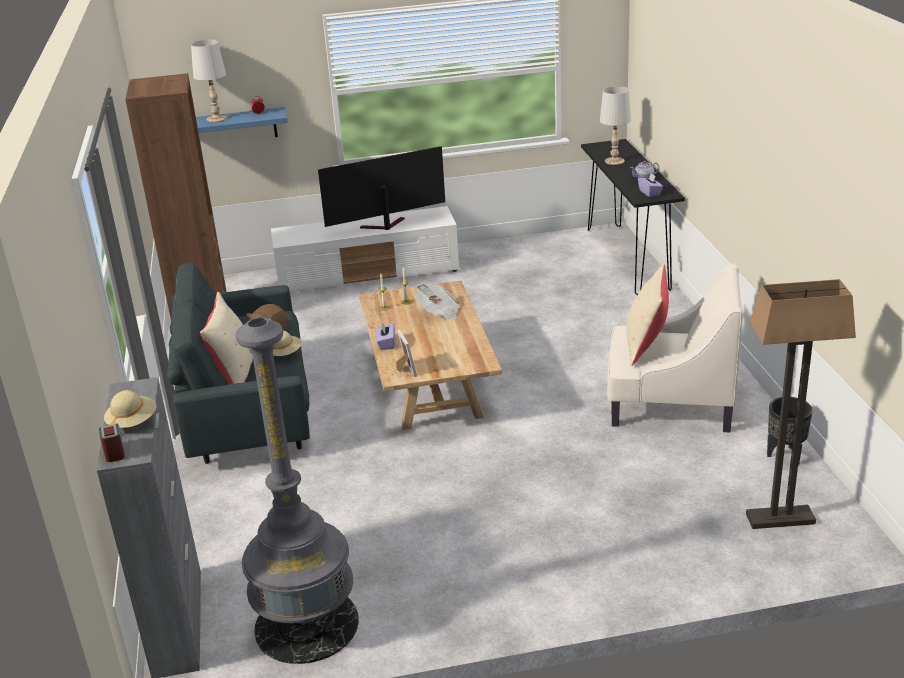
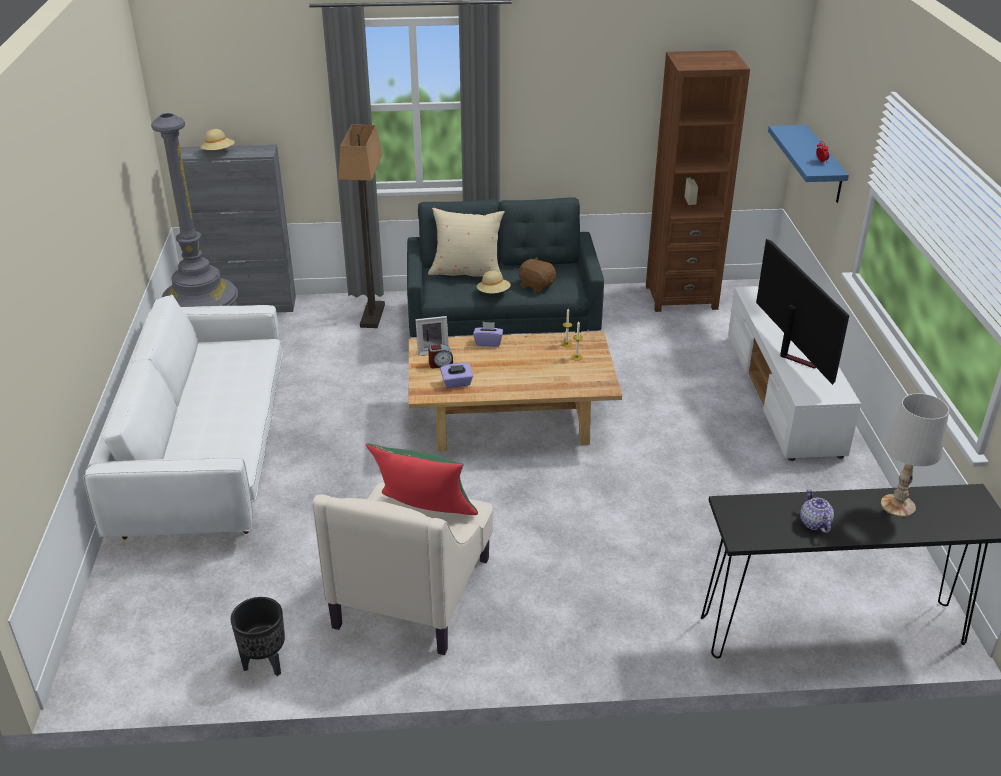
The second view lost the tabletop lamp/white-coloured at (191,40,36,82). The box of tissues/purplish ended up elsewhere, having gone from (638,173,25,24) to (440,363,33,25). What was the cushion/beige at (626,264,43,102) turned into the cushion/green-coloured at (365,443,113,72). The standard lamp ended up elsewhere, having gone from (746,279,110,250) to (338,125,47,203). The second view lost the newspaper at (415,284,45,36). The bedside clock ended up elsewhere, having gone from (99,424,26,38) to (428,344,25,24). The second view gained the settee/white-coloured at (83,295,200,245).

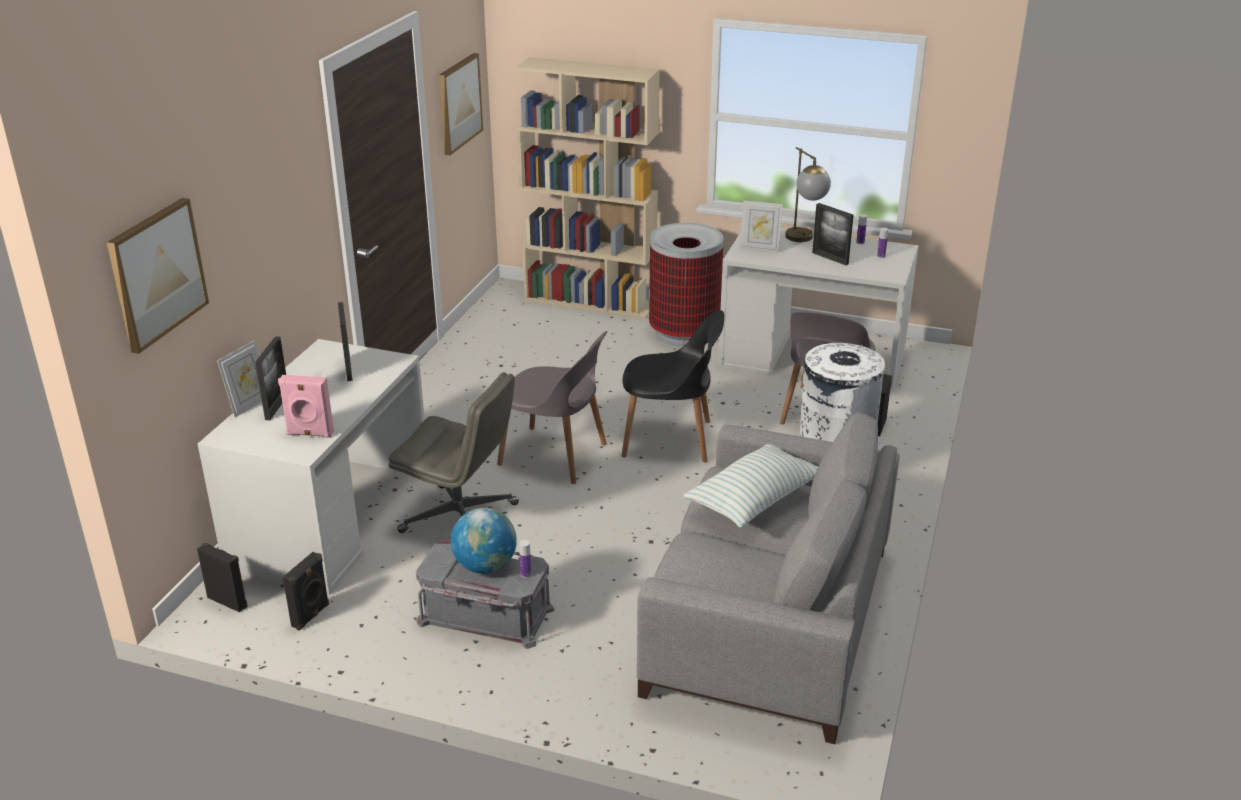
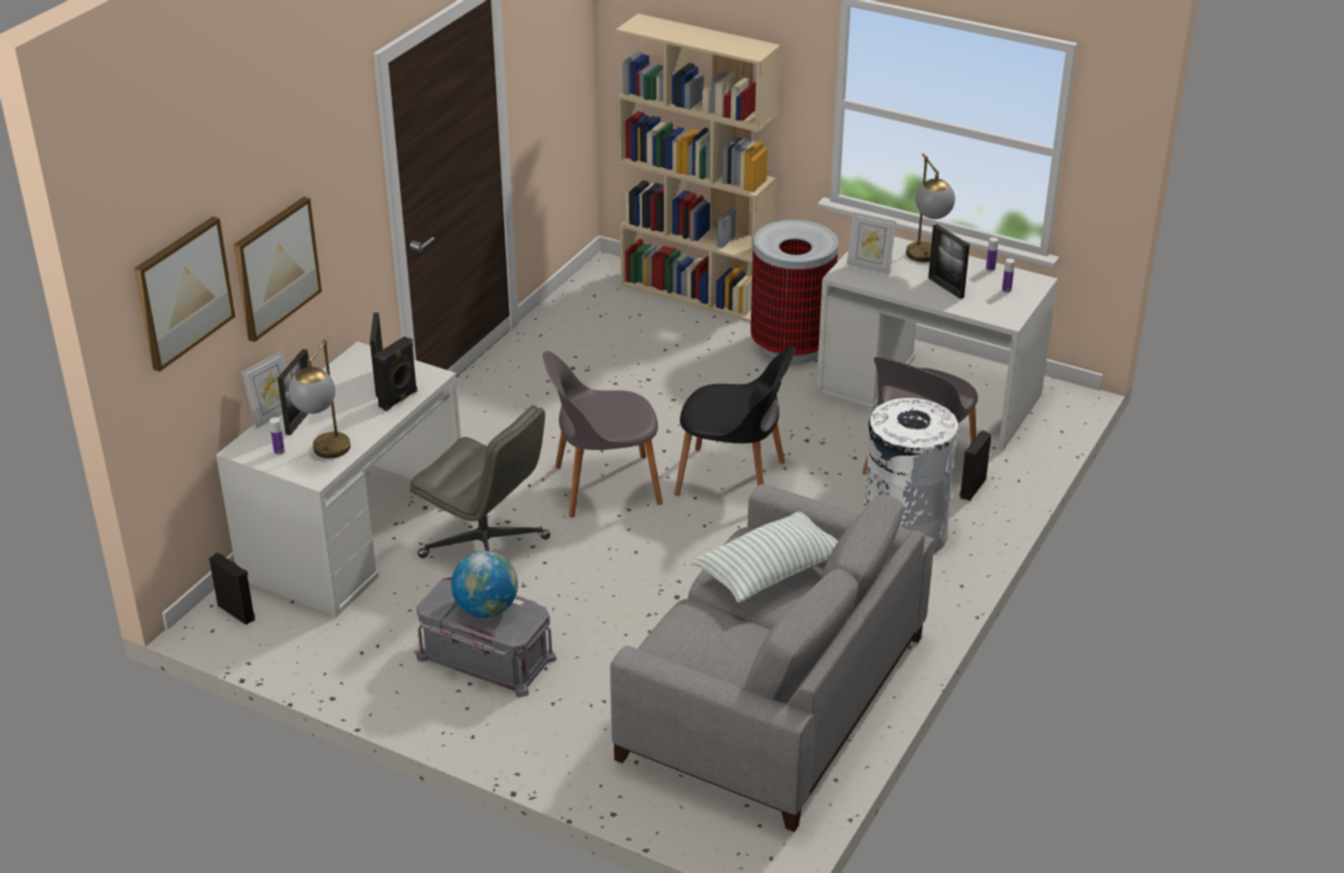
The picture ended up elsewhere, having gone from (439,53,44,102) to (234,197,88,145). The plain chair/greyish at (497,331,111,153) ended up facing another way, 135 degrees clockwise from before. Where the speaker/pink-coloured stood at (278,375,56,63), the tabletop lamp came to stand at (289,336,61,122). The bottle ended up elsewhere, having gone from (519,540,12,38) to (269,417,16,38). The speaker/blackish ended up elsewhere, having gone from (283,552,46,79) to (373,336,44,75).

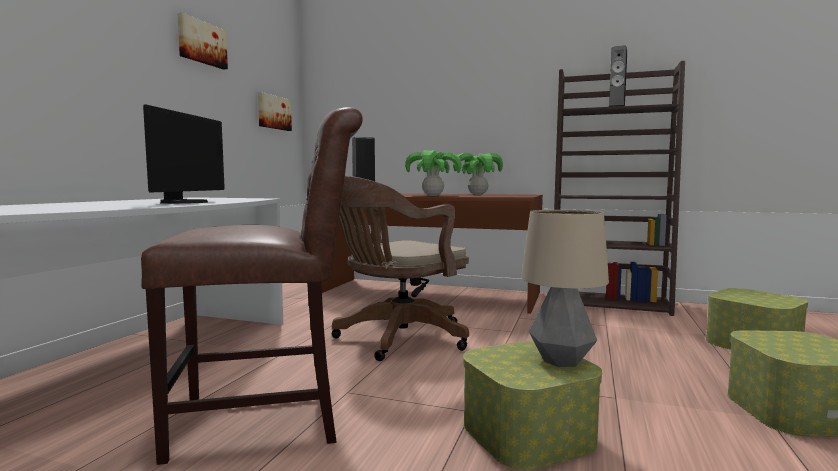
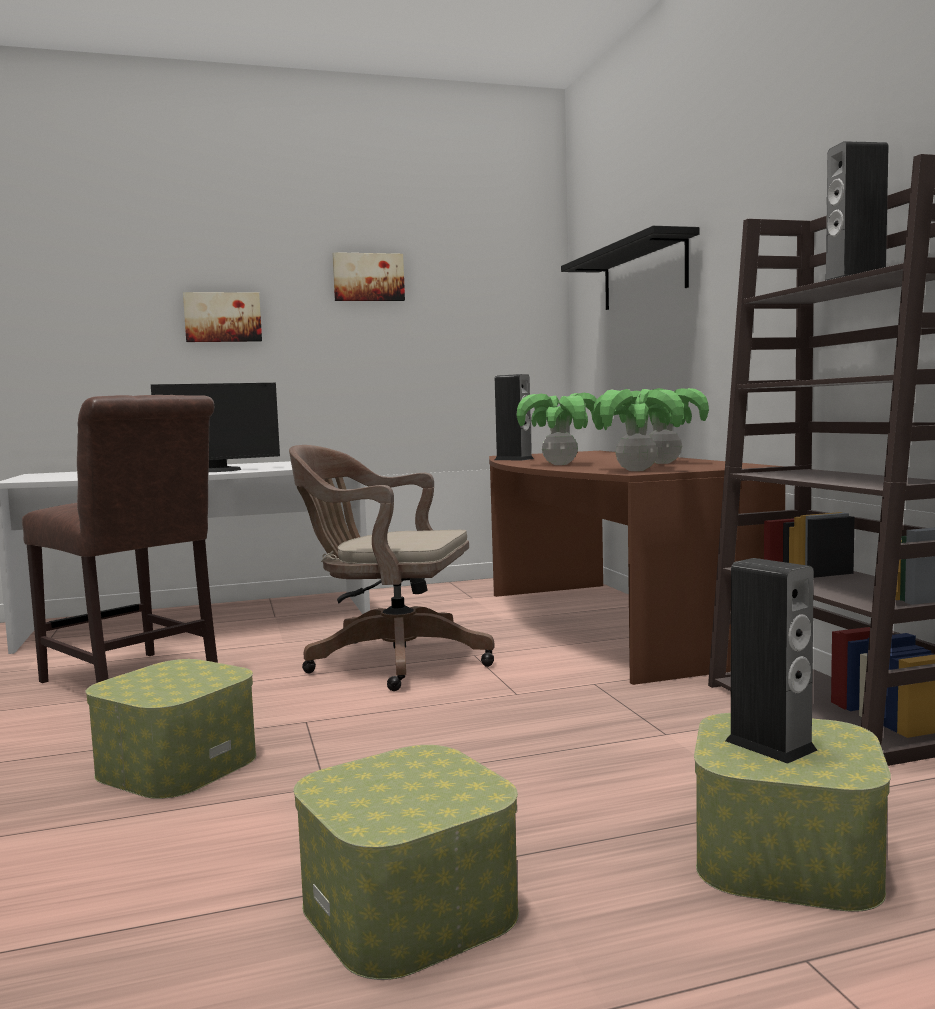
The picture ended up elsewhere, having gone from (258,92,34,39) to (183,292,79,50). The second view lost the tabletop lamp at (521,210,88,157). The second view gained the bracket shelf/blackish at (561,226,139,84). The second view gained the potted plant at (593,388,91,83). The second view gained the speaker at (725,558,93,206).

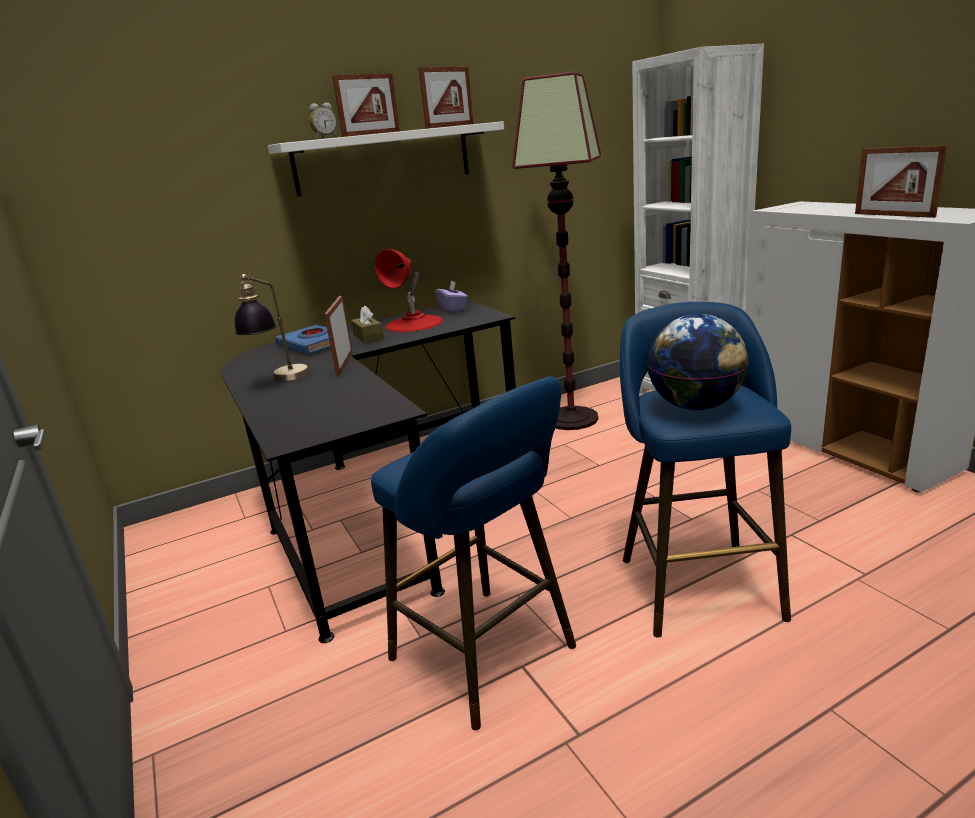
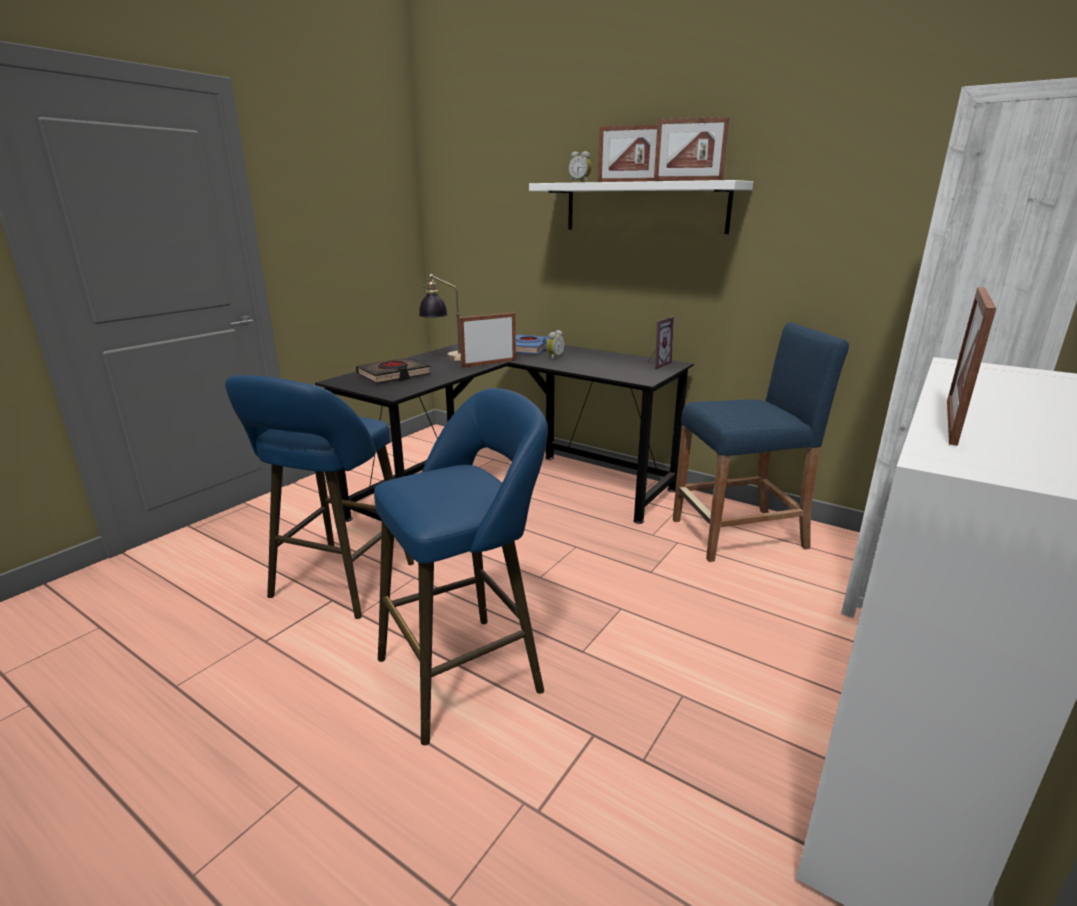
Where the standard lamp stood at (512,72,89,358), the stool/blue-coloured came to stand at (673,322,176,240). The second view lost the tabletop lamp/reddish at (375,249,68,83). Where the box of tissues/purplish stood at (435,280,33,33), the standing frame came to stand at (648,317,26,52). Where the box of tissues/brownish stood at (351,305,33,38), the bedside clock came to stand at (546,330,19,30). The second view lost the desk globe at (647,314,102,96). The second view gained the volume/blackish at (356,357,75,27).

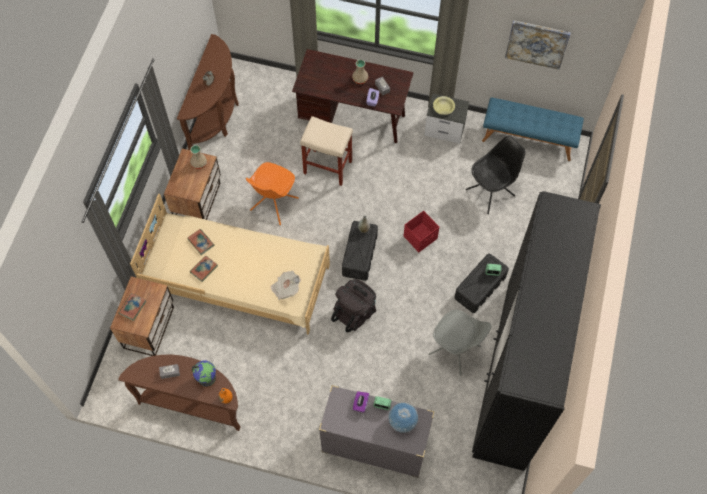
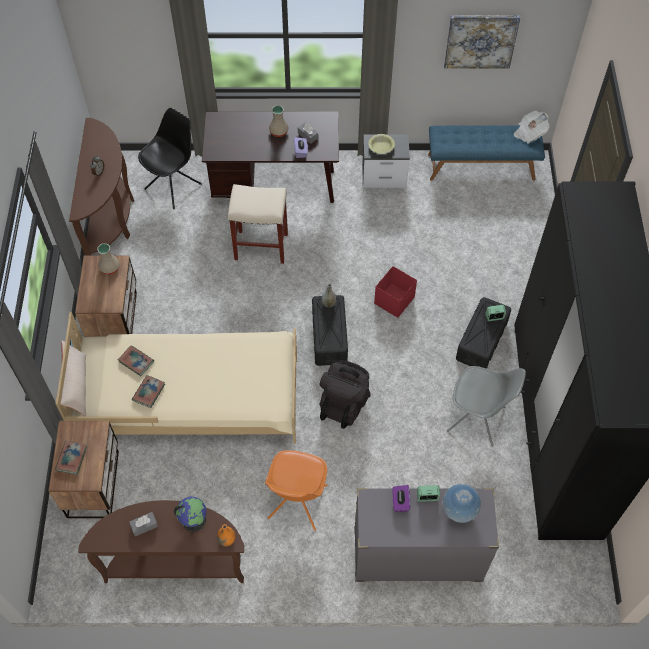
The plain chair/blackish ended up elsewhere, having gone from (466,135,60,79) to (138,108,64,101). The plain chair/orange-coloured ended up elsewhere, having gone from (246,162,53,63) to (265,450,63,80). The newspaper ended up elsewhere, having gone from (271,271,30,29) to (514,111,35,33). The second view gained the cushion/beige at (60,340,26,77).

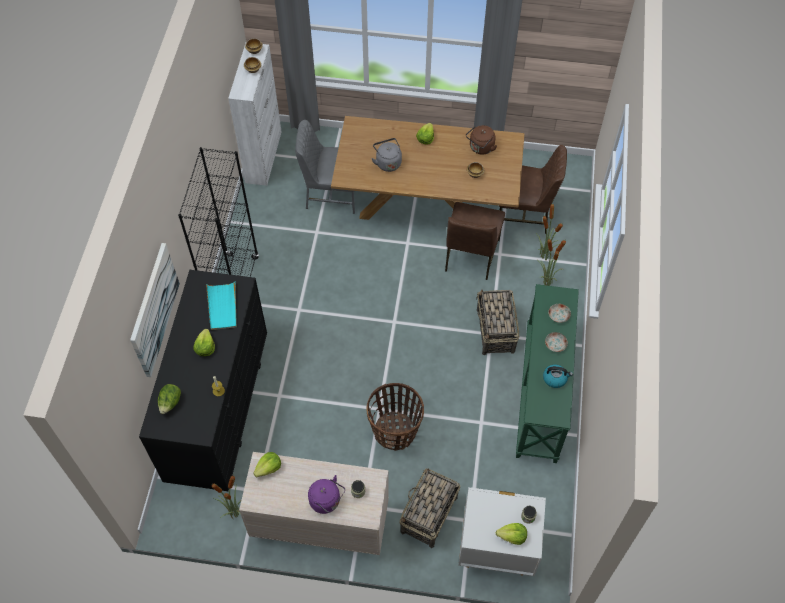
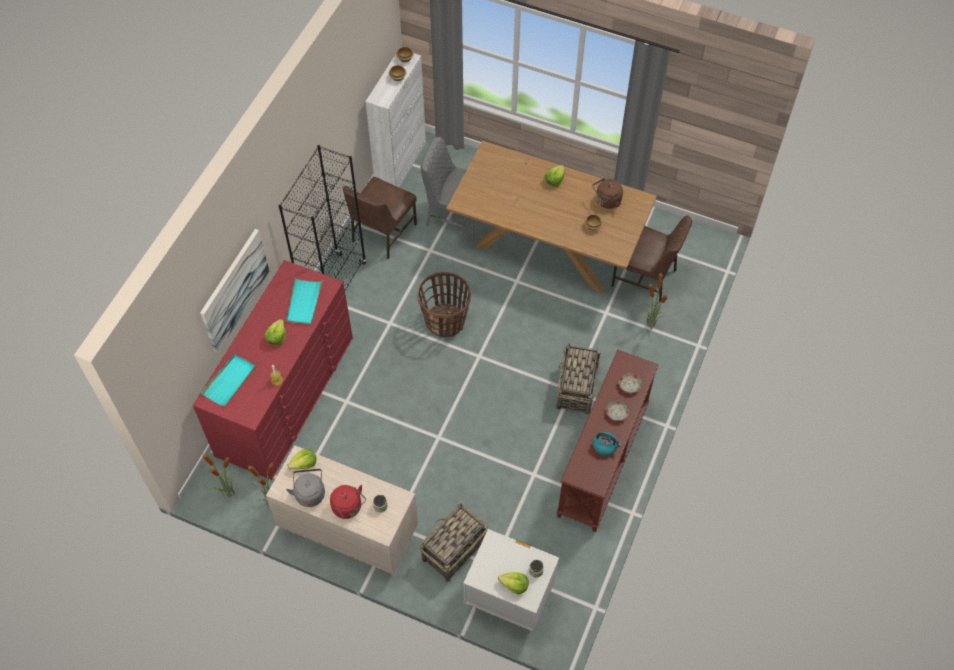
The kettle/greyish ended up elsewhere, having gone from (372,138,30,34) to (286,469,39,38). The plain chair/brownish ended up elsewhere, having gone from (445,202,60,78) to (343,177,74,82). The potted plant ended up elsewhere, having gone from (539,238,28,48) to (203,454,35,43). What was the chest of drawers/blackish at (139,270,128,221) turned into the chest of drawers/reddish at (193,260,160,220). What was the console table/green-coloured at (516,284,63,179) turned into the console table/brownish at (556,350,103,182). The basket ended up elsewhere, having gone from (366,383,58,68) to (417,271,54,67). Where the lettuce head stood at (158,384,23,30), the tray/turquoise-coloured came to stand at (201,354,55,52). What was the kettle/purplish at (308,475,37,39) turned into the kettle/reddish at (330,485,36,34).

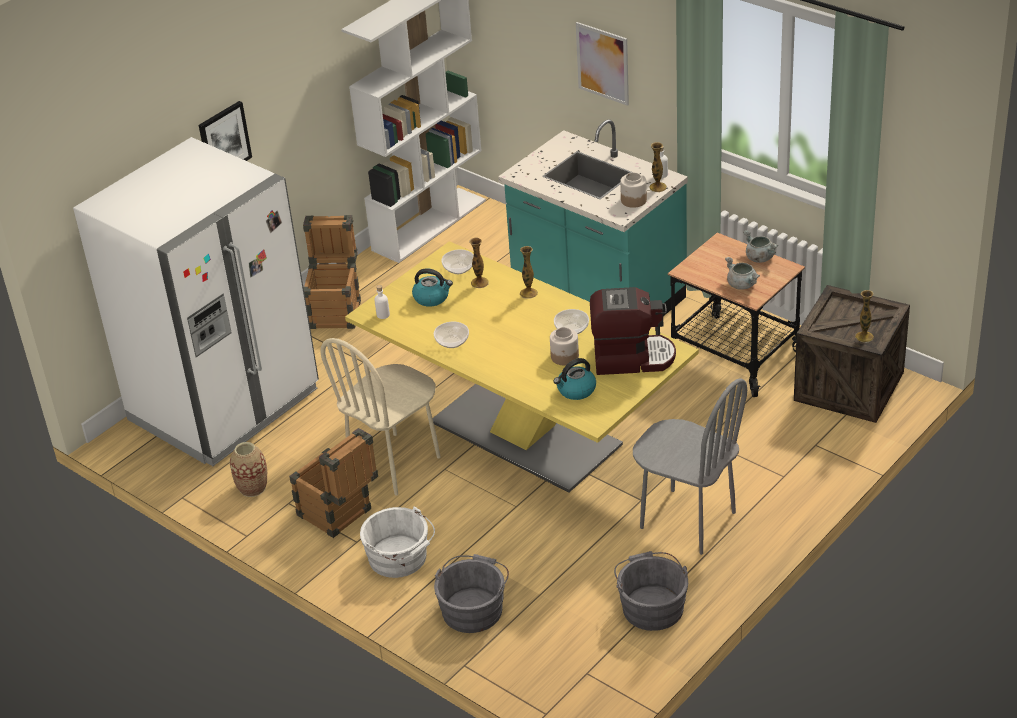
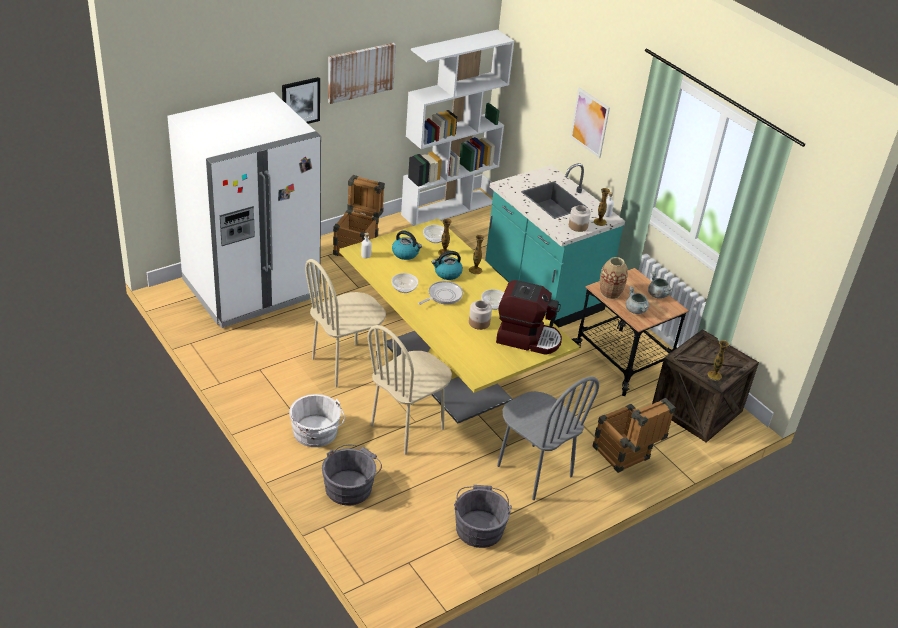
The kettle ended up elsewhere, having gone from (554,358,42,42) to (432,251,31,29). The packing crate ended up elsewhere, having gone from (289,428,89,110) to (593,398,83,75). The decorative vase ended up elsewhere, having gone from (230,442,37,55) to (600,257,28,42). The second view gained the picture at (328,43,68,61). The second view gained the pan at (418,281,45,24). The second view gained the plain chair/beige at (368,325,84,130).

